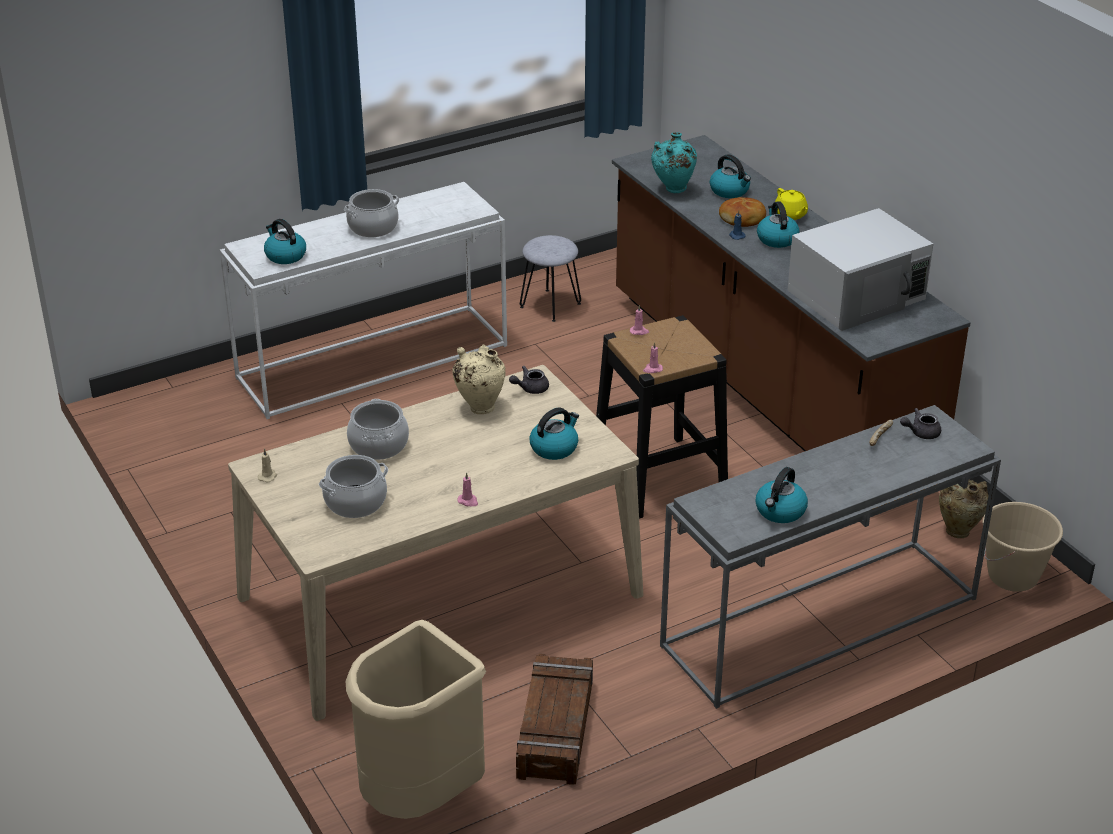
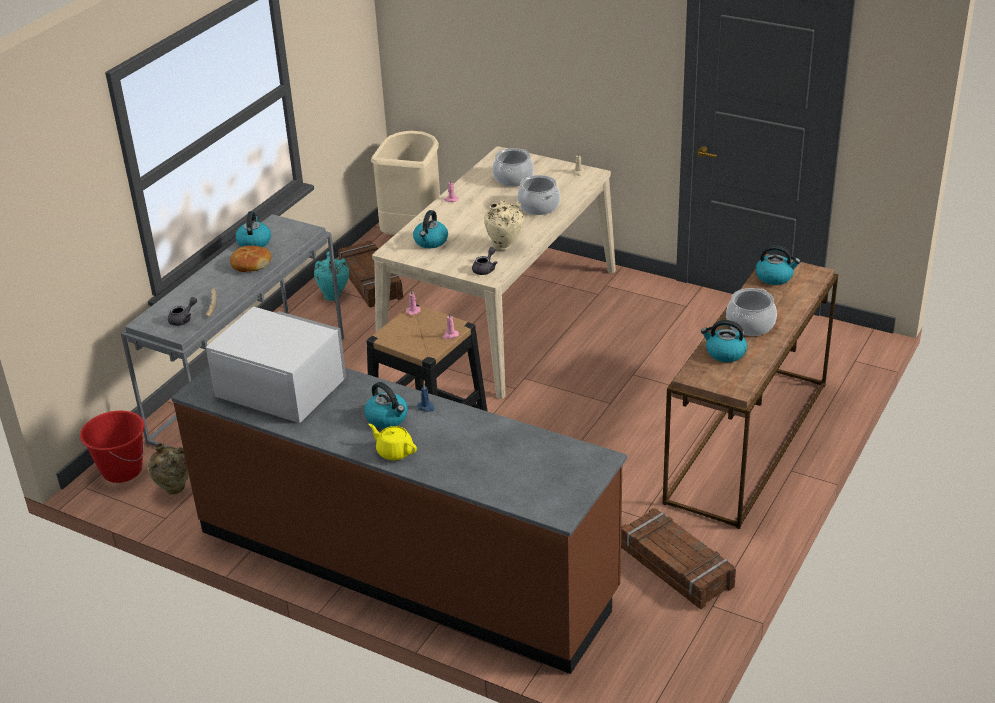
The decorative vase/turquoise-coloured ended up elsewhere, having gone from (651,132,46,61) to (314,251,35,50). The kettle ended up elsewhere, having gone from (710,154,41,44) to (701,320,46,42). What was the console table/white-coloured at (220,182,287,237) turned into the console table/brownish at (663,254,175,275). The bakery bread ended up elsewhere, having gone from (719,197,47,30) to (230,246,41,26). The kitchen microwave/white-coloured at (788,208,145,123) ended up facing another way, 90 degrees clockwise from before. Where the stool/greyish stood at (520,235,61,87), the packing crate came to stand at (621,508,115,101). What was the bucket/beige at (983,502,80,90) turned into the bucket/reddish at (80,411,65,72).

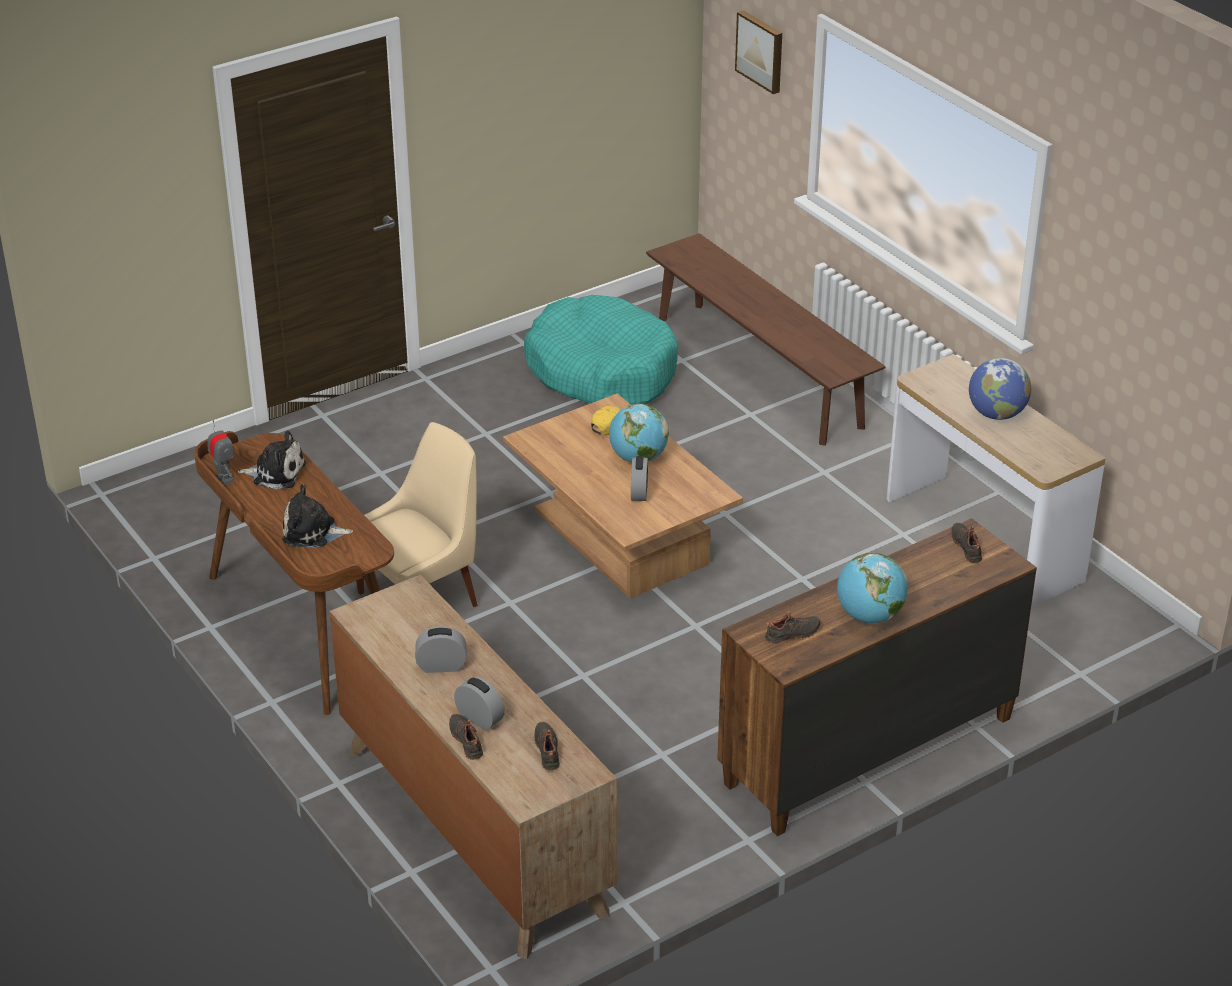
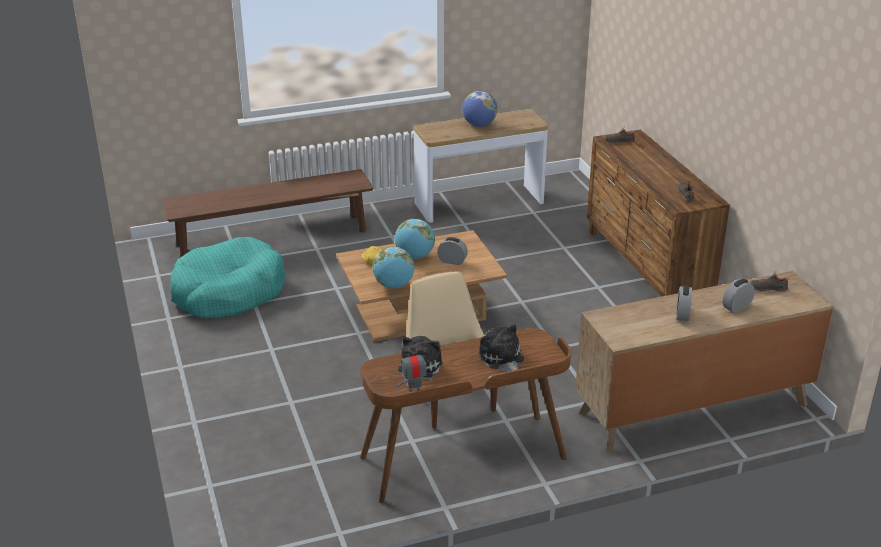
The second view lost the picture at (735,10,47,84). The cuddly toy at (282,484,71,63) ended up facing another way, 135 degrees clockwise from before. The desk globe ended up elsewhere, having gone from (837,553,71,70) to (373,247,42,41). The second view lost the item of footwear/blackish at (449,714,34,46).

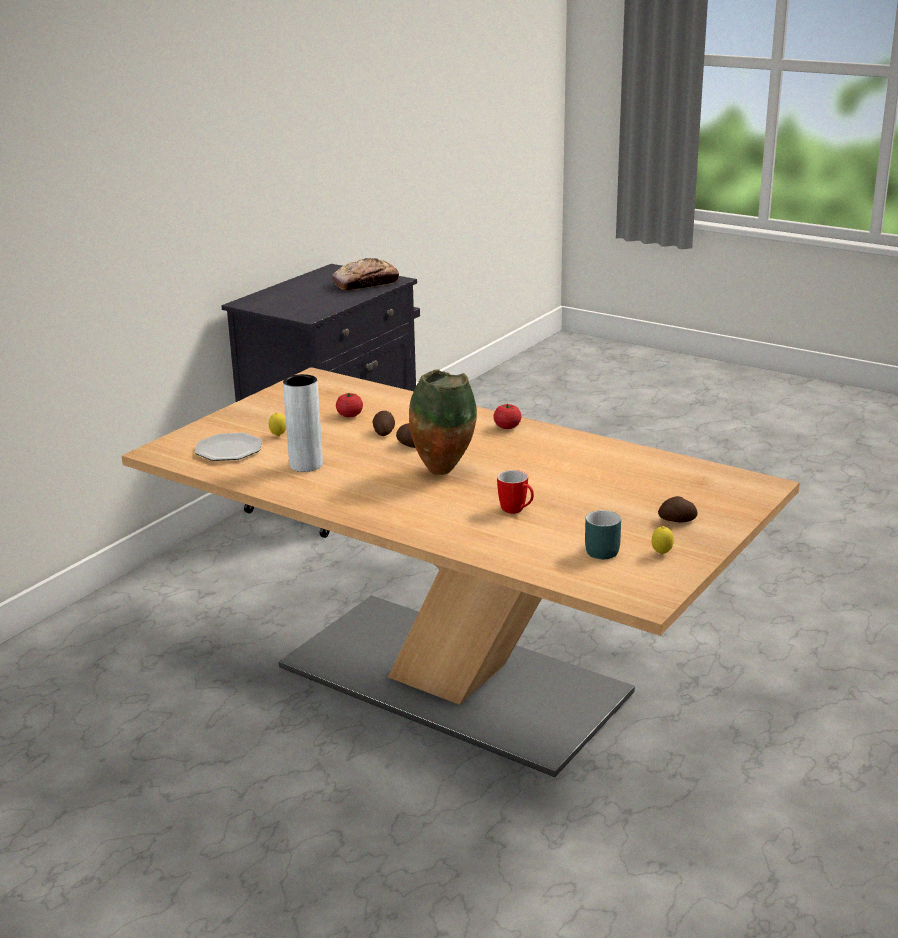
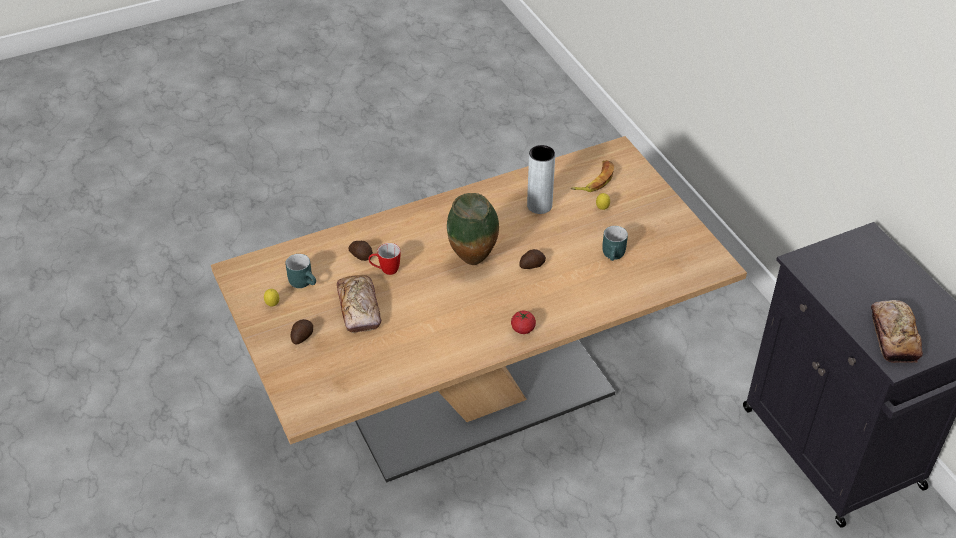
Where the fresh tomato stood at (336,393,27,24), the mug/turquoise-coloured came to stand at (602,226,26,35). The potato ended up elsewhere, having gone from (372,411,23,25) to (349,241,24,20). Where the plate stood at (195,433,67,28), the banana fruit came to stand at (571,160,43,32). The second view gained the bakery bread at (337,275,44,58).

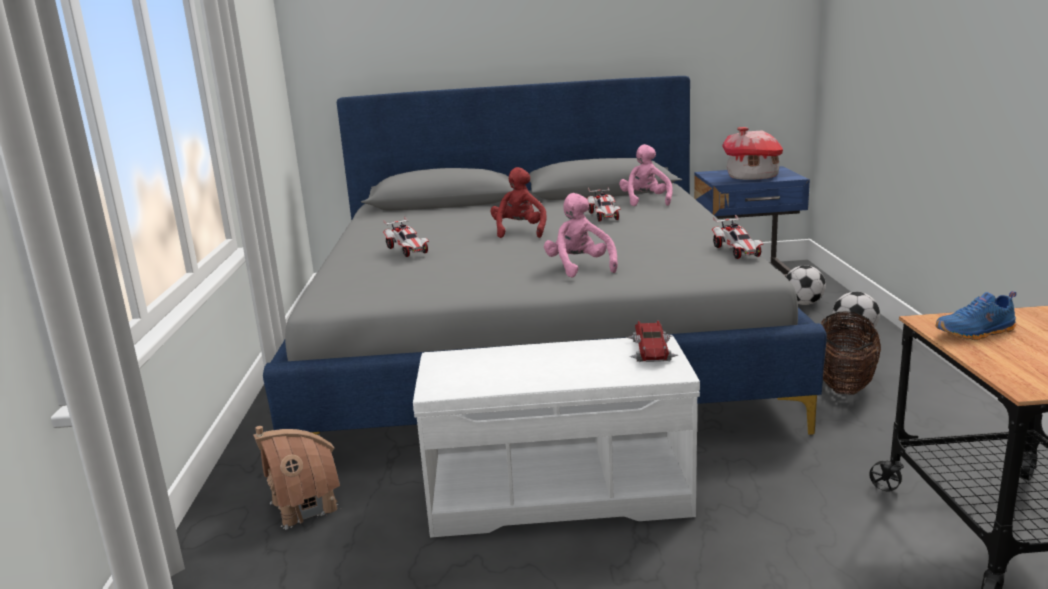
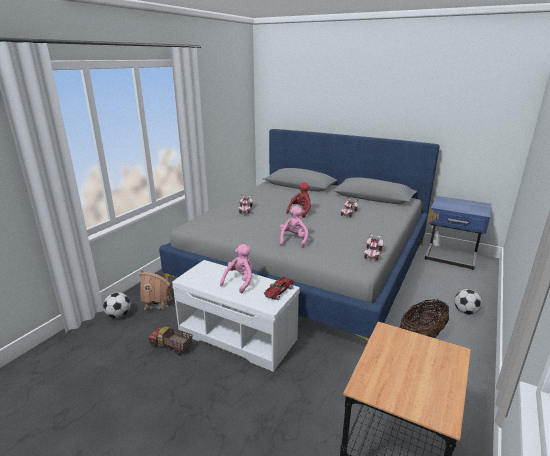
The second view lost the model house at (722,127,61,53). The cuddly toy/pink-coloured ended up elsewhere, having gone from (619,144,54,62) to (220,244,32,50). The ball for football ended up elsewhere, having gone from (786,265,40,40) to (103,292,27,26). The second view lost the item of footwear/blue-coloured at (936,291,80,49). The second view gained the toy truck at (148,326,45,29).

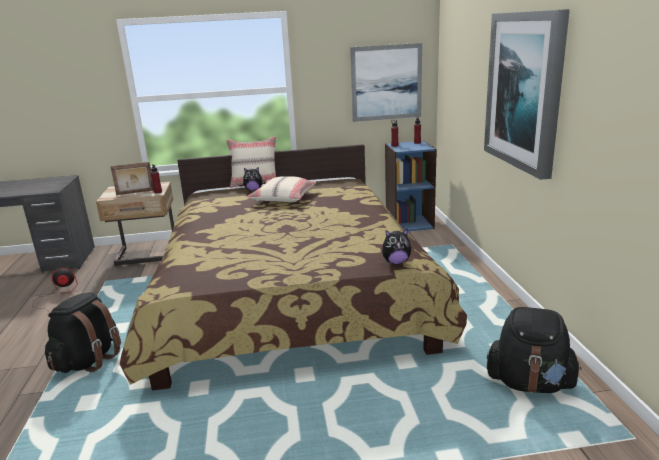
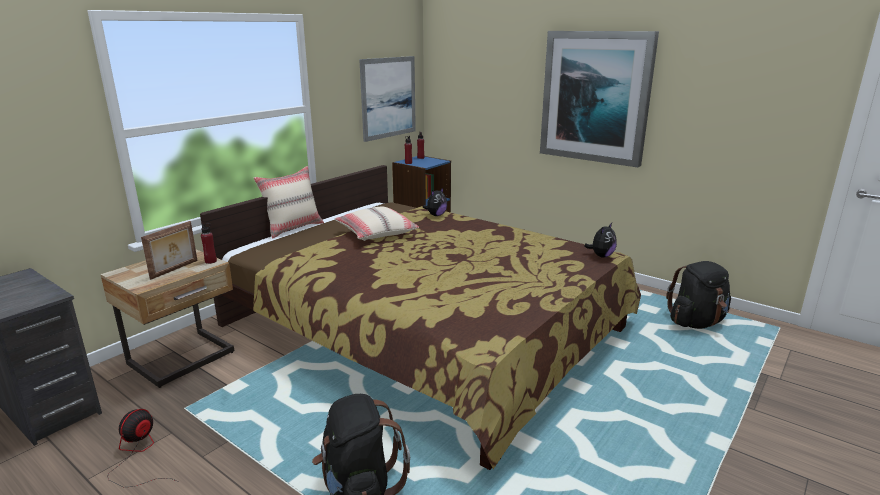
The cuddly toy ended up elsewhere, having gone from (243,167,21,24) to (423,188,24,28).

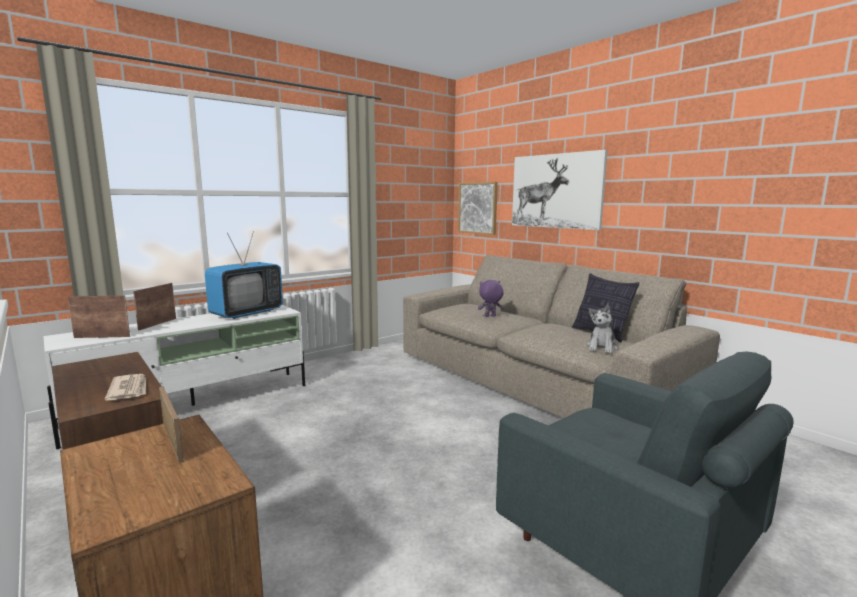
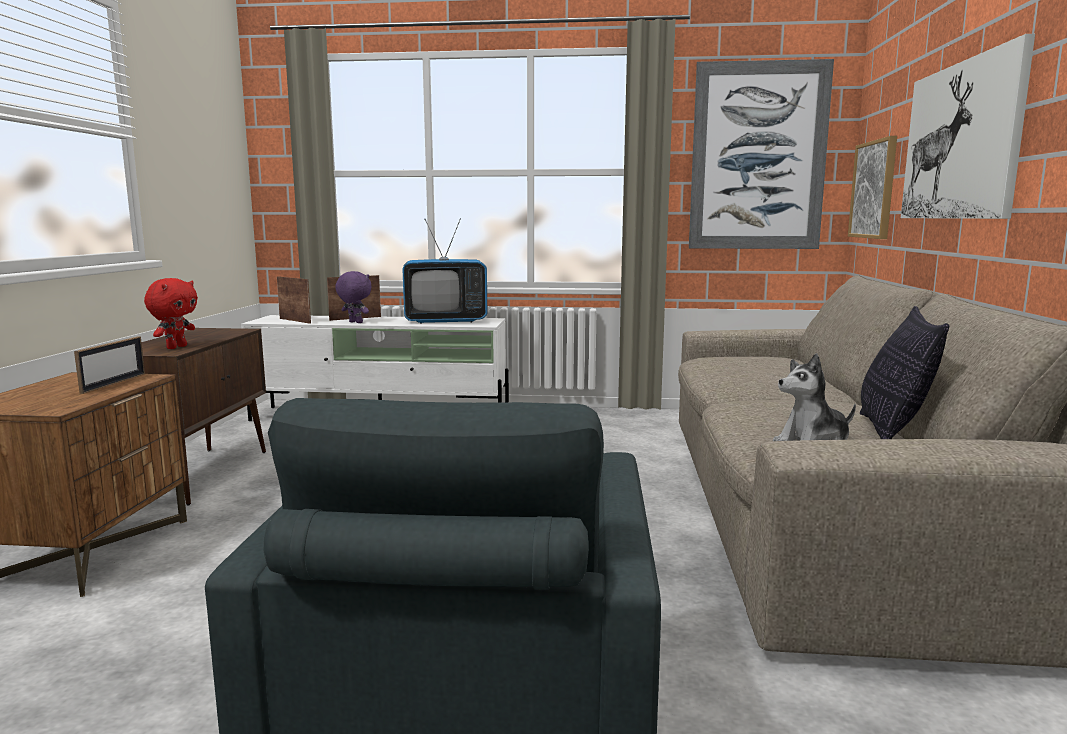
The cuddly toy/purplish ended up elsewhere, having gone from (478,280,26,37) to (335,271,37,52). Where the newspaper stood at (105,374,41,27), the cuddly toy/reddish came to stand at (144,278,54,71). The second view gained the picture at (689,59,145,190).

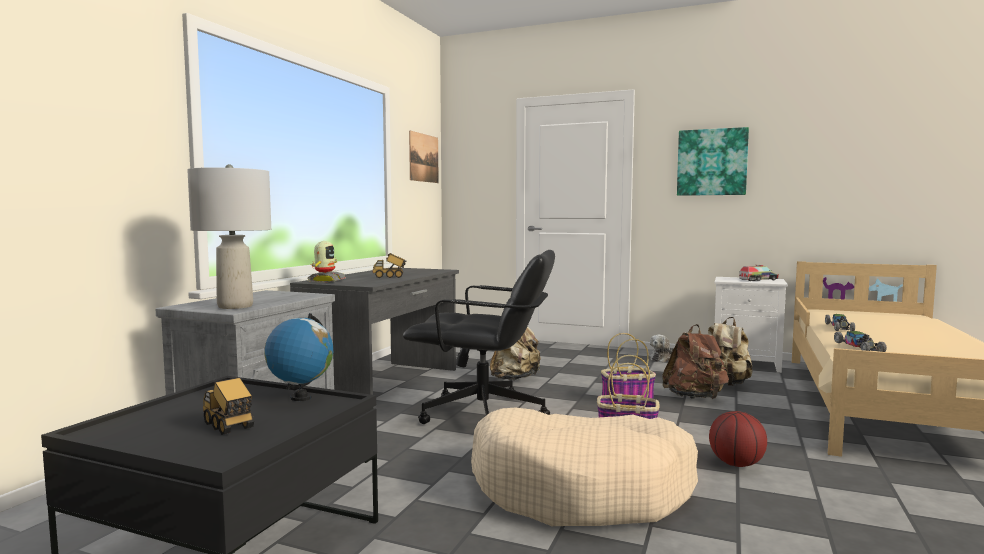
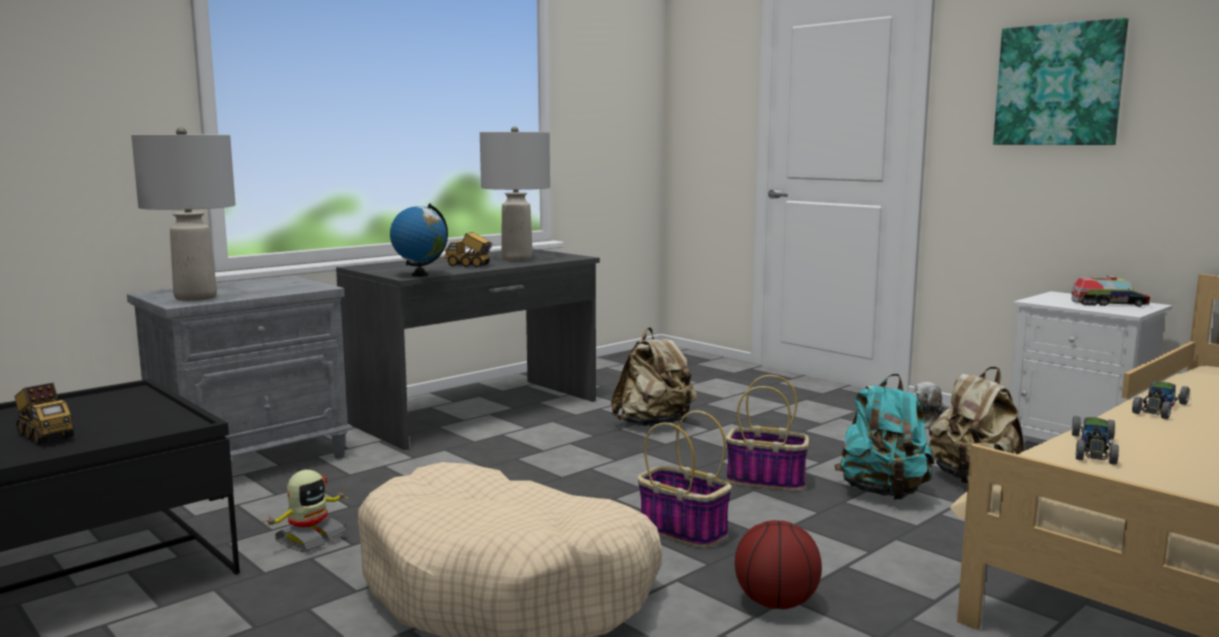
The second view lost the picture at (409,131,30,52). The robot figure ended up elsewhere, having gone from (307,241,39,42) to (263,470,84,82). The second view lost the computer chair/blackish at (403,250,152,174). The desk globe ended up elsewhere, having gone from (264,313,69,88) to (390,203,58,74). What was the knapsack/brownish at (662,324,67,75) turned into the knapsack/turquoise-coloured at (834,373,100,127). The toy truck at (203,377,51,58) ended up facing another way, 150 degrees clockwise from before. The second view gained the tabletop lamp/greyish at (480,126,70,135).

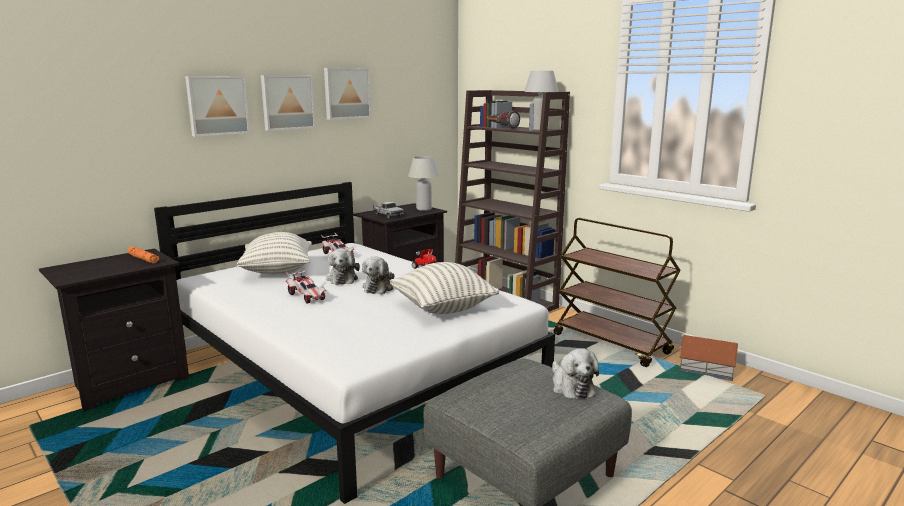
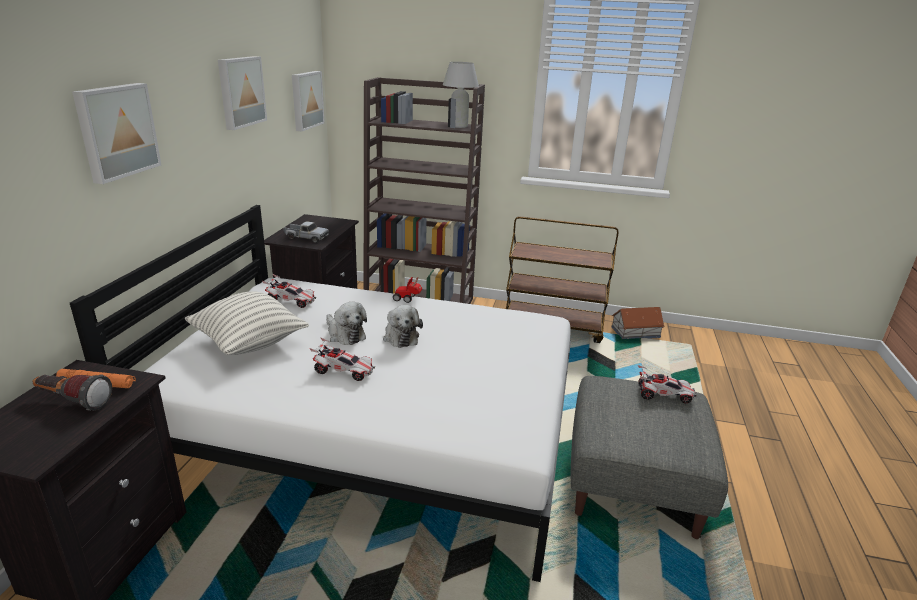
The picture ended up elsewhere, having gone from (261,75,54,56) to (292,71,33,60). The torch ended up elsewhere, having gone from (487,111,33,18) to (32,374,80,37). The second view lost the tabletop lamp/white-coloured at (408,156,31,55). The second view lost the cushion at (389,262,110,52). Where the cuddly toy stood at (552,349,47,51), the miniature car came to stand at (638,365,59,38).

